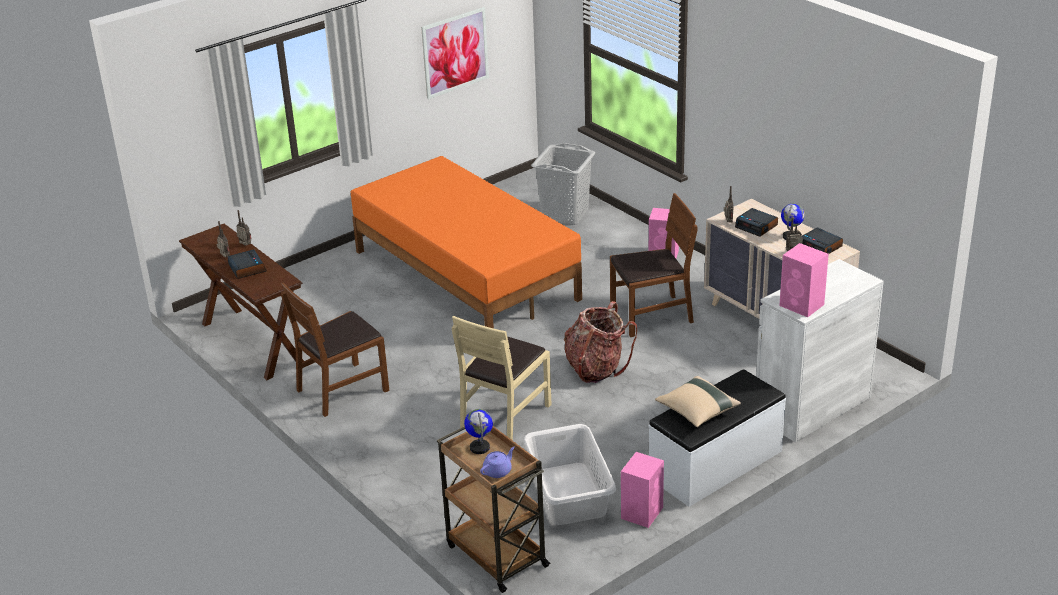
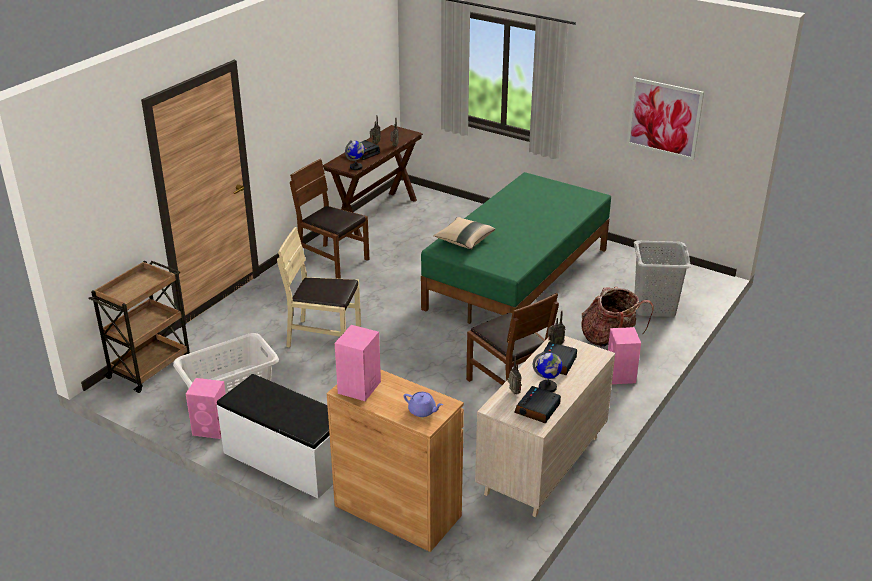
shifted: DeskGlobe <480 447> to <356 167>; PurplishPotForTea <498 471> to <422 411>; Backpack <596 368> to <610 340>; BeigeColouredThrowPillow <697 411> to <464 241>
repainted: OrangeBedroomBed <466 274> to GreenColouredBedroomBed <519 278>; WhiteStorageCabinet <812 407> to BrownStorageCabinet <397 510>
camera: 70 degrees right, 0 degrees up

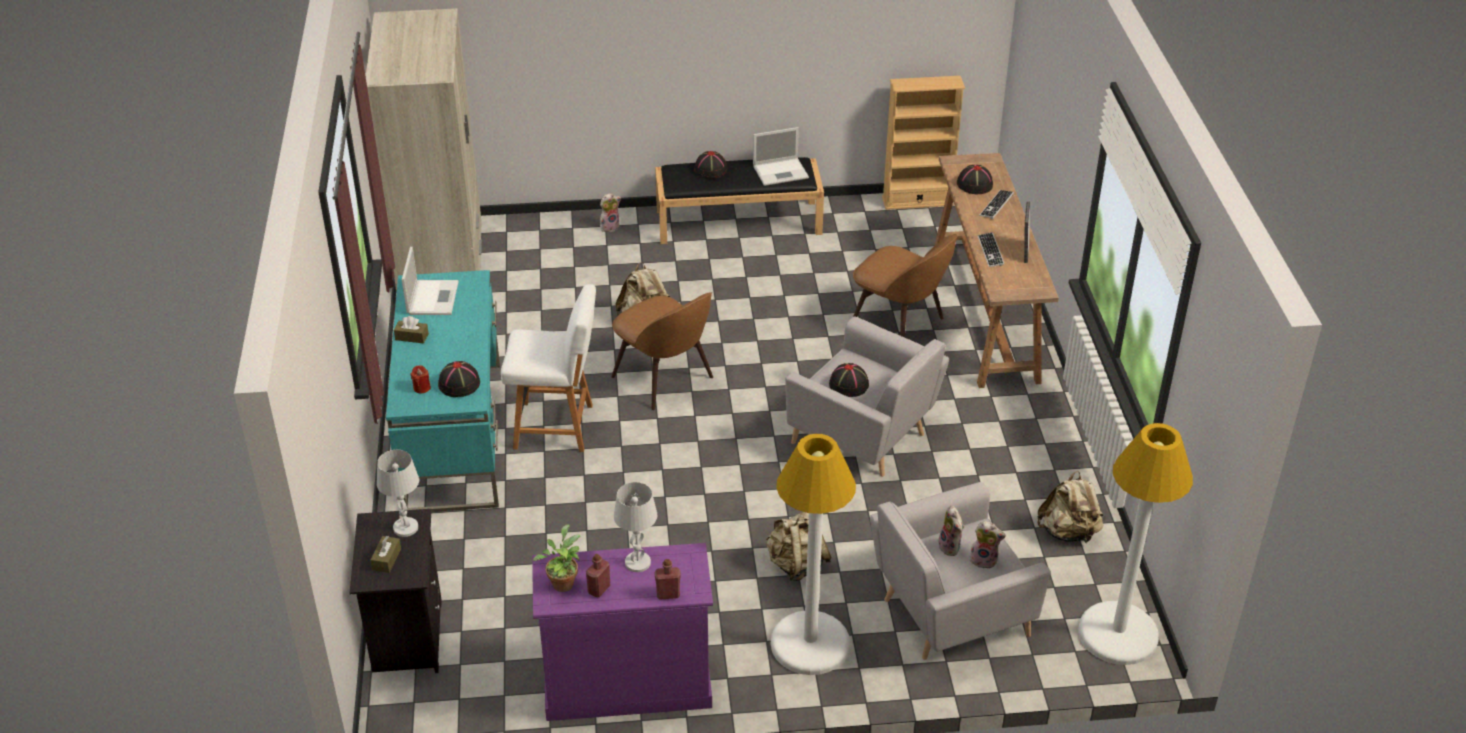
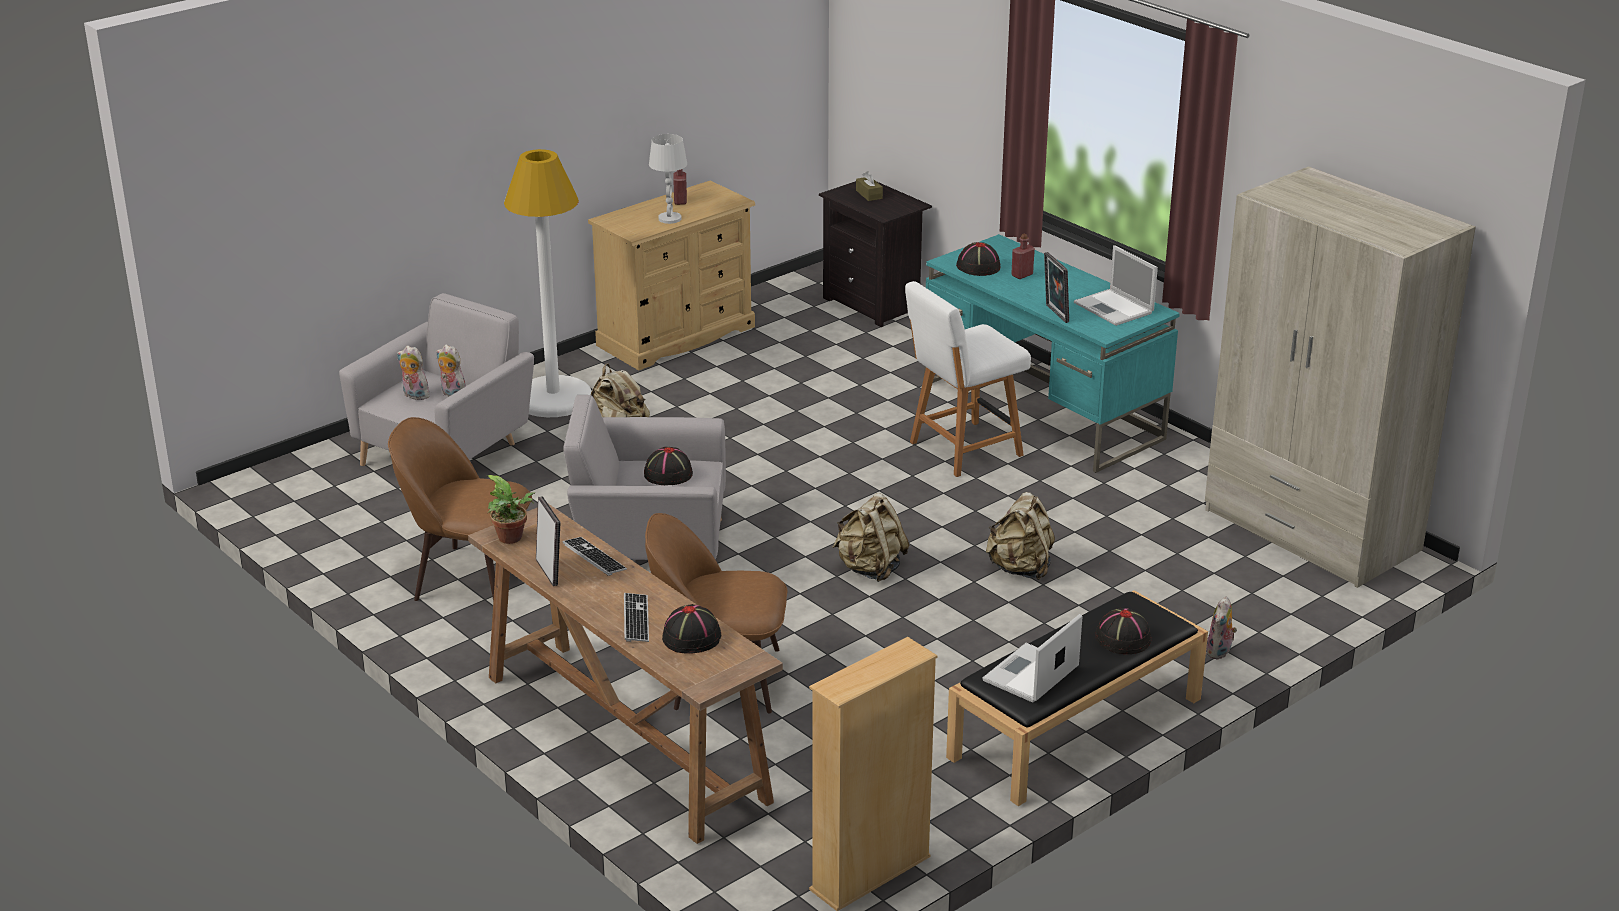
gone: WhiteTabletopLamp <406 528>; BrownTissueBox <411 337>; RedColouredCandle <422 388>; WhiteStandardLamp <1117 634>
new: PictureFrame <1054 314>
shifted: PlantInAPot <562 582> to <512 539>; BrownPlainChair <665 379> to <469 578>; RedColouredBeverageBottle <668 594> to <1022 275>; BeigeColouredBackpack <1068 532> to <870 569>
repainted: PurplishDrawerChest <627 683> to BeigeColouredDrawerChest <676 336>
rotated: CuddlyToy <984 560> = <414 395> 45 degrees clockwise
camera: 145 degrees right, 10 degrees down

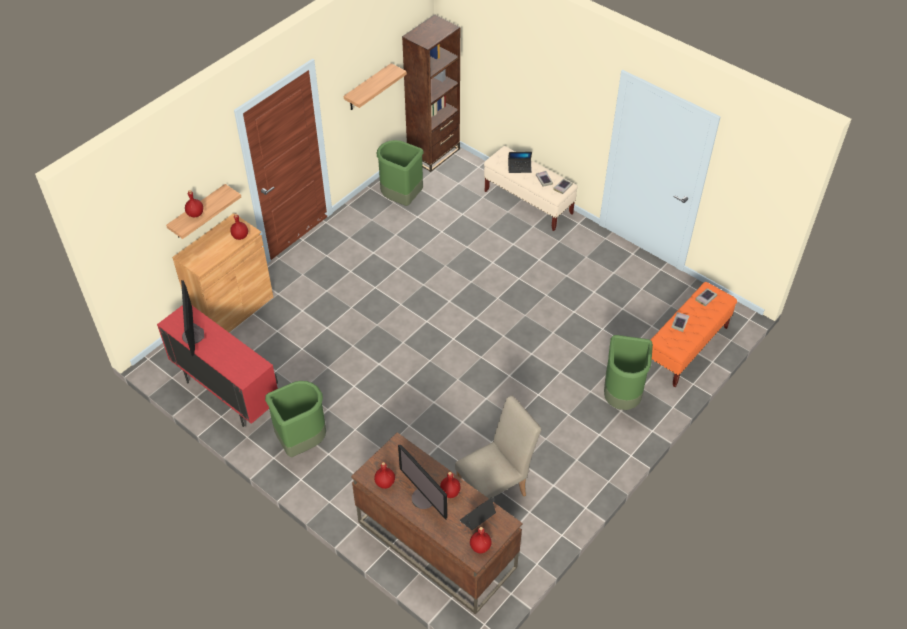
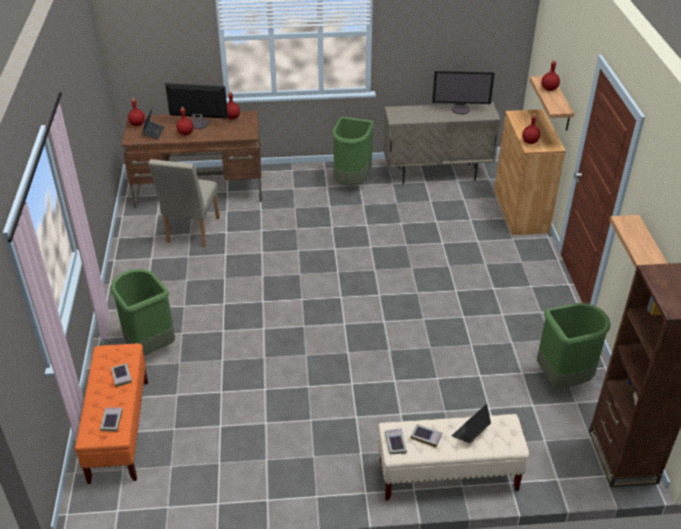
repainted: RedColouredStorageCabinet <227 393> to BeigeColouredStorageCabinet <437 174>
rotated: ComputerScreen <193 336> = <460 109> 150 degrees clockwise
camera: 135 degrees right, 10 degrees down

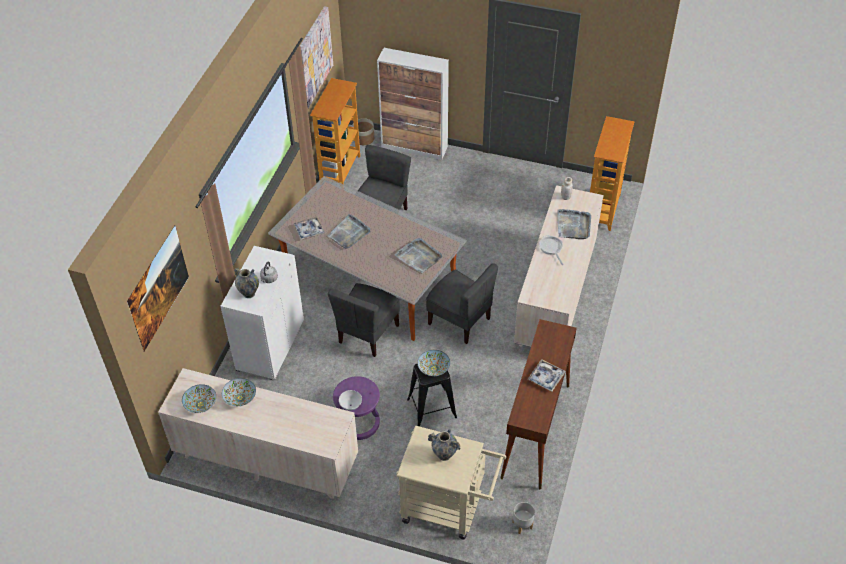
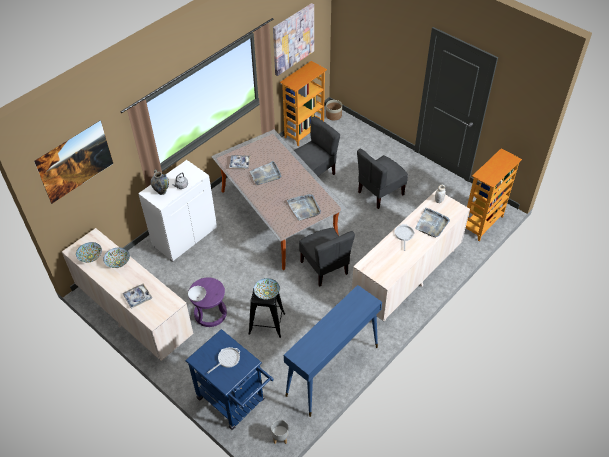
gone: StorageCabinet <414 147>
shifted: GreyPlainChair <367 334> to <380 193>; CarryingTray <546 377> to <137 297>
swapped: FlowerVase <444 455> to Skillet <227 359>
repainted: BeigeColouredTrolley <449 509> to BlueColouredTrolley <235 402>; BrownHallTable <535 431> to BlueColouredHallTable <332 371>
camera: 25 degrees right, 0 degrees up

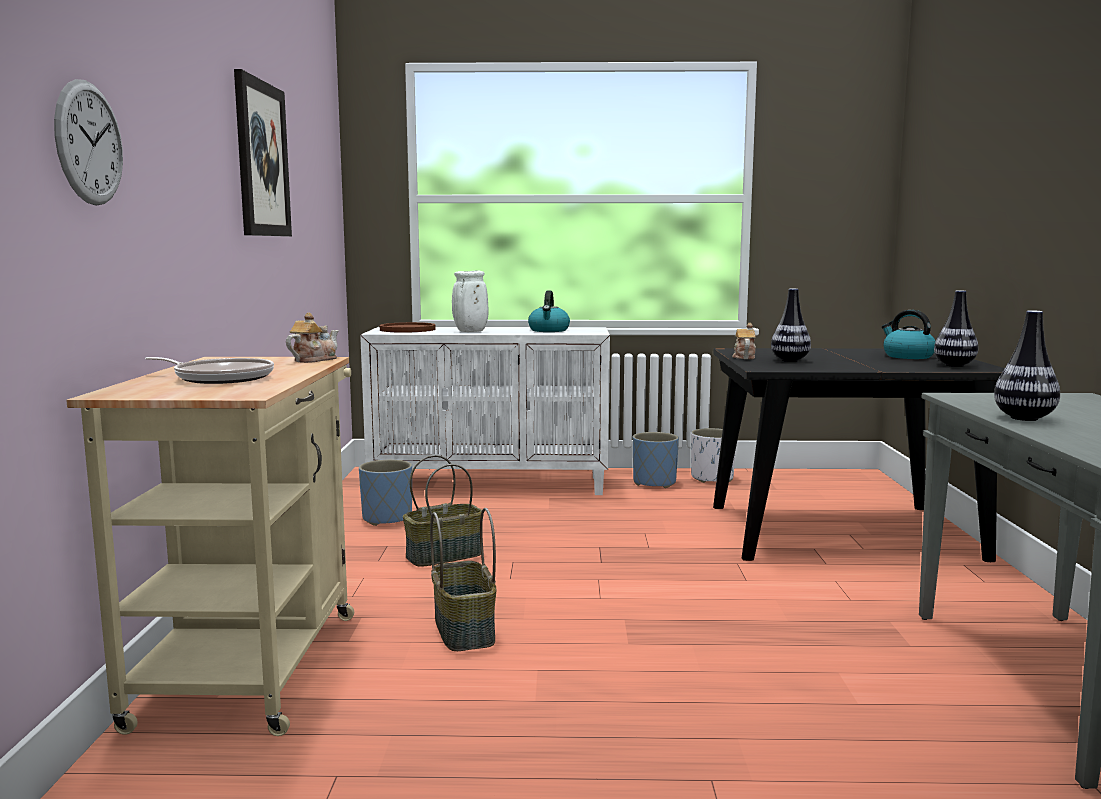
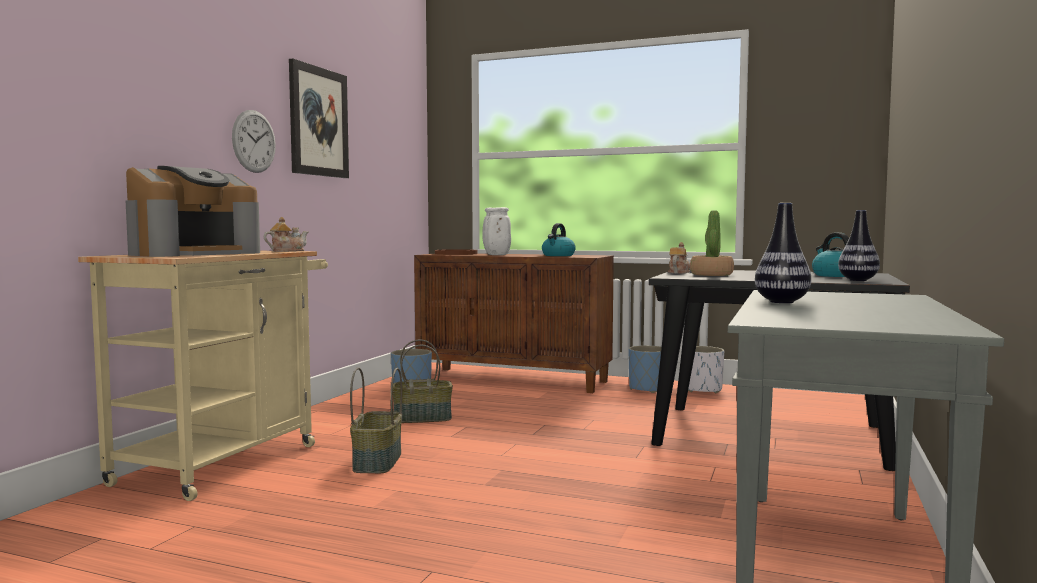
shifted: ClockOnTheWall <89 143> to <254 141>
swapped: Skillet <220 378> to CoffeeMachine <195 254>; FlowerVase <789 360> to PlantInAPot <711 274>
repainted: WhiteStorageCabinet <492 484> to BrownStorageCabinet <514 380>
camera: 20 degrees right, 5 degrees down

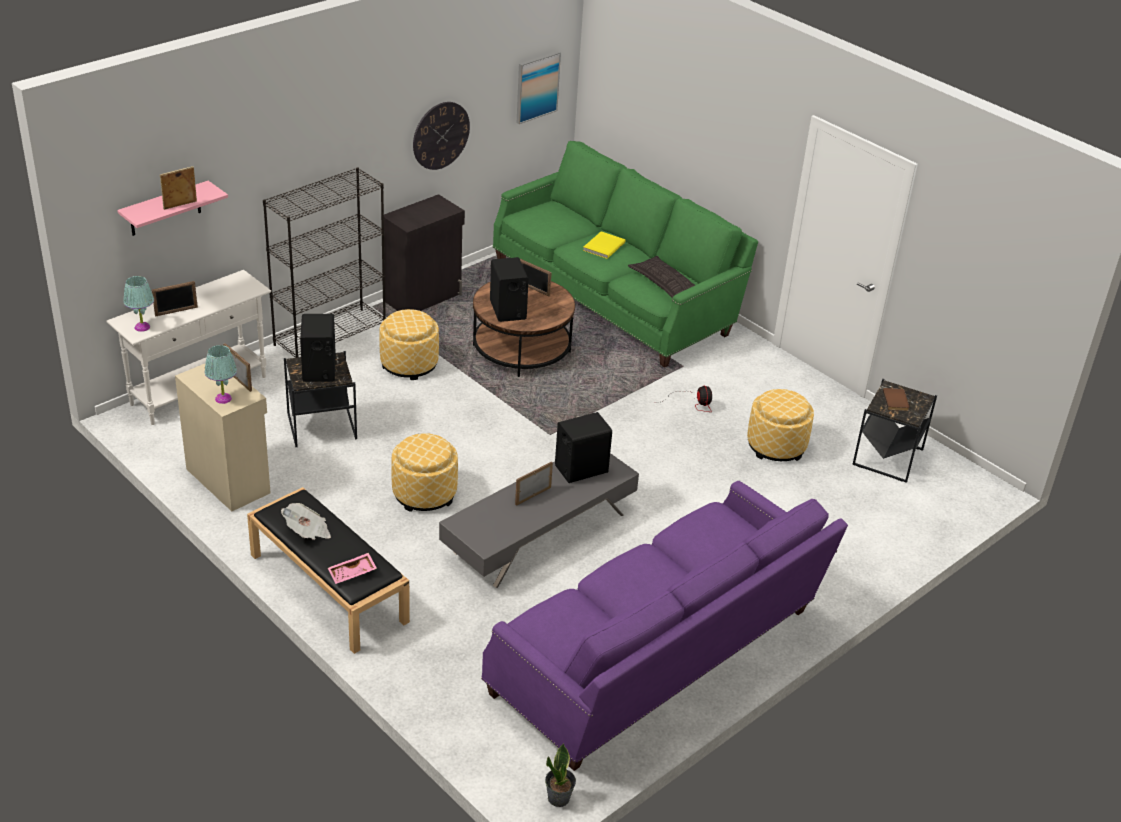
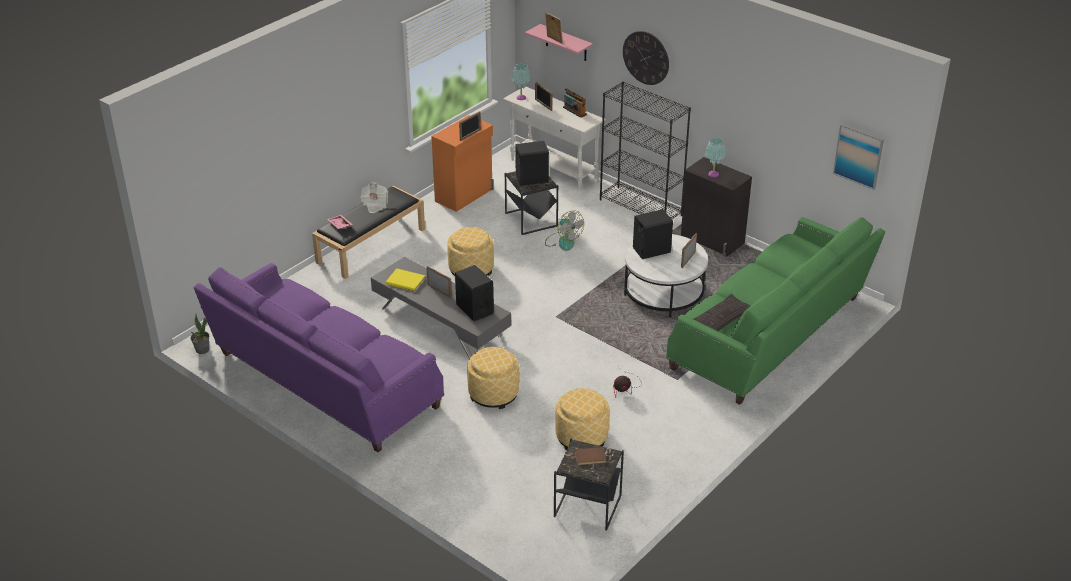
new: ElectricFan <563 241>; Radio <574 111>
shifted: BlueGreenTabletopLamp <223 399> to <713 174>; Footrest <409 364> to <493 393>; ClockOnTheWall <441 135> to <646 57>; YellowVolume <603 246> to <406 281>
repainted: BeigeColouredStorageCabinet <229 480> to OrangeStorageCabinet <465 195>; BrownLoungeTable <522 349> to WhiteLoungeTable <663 293>
camera: 85 degrees right, 0 degrees up

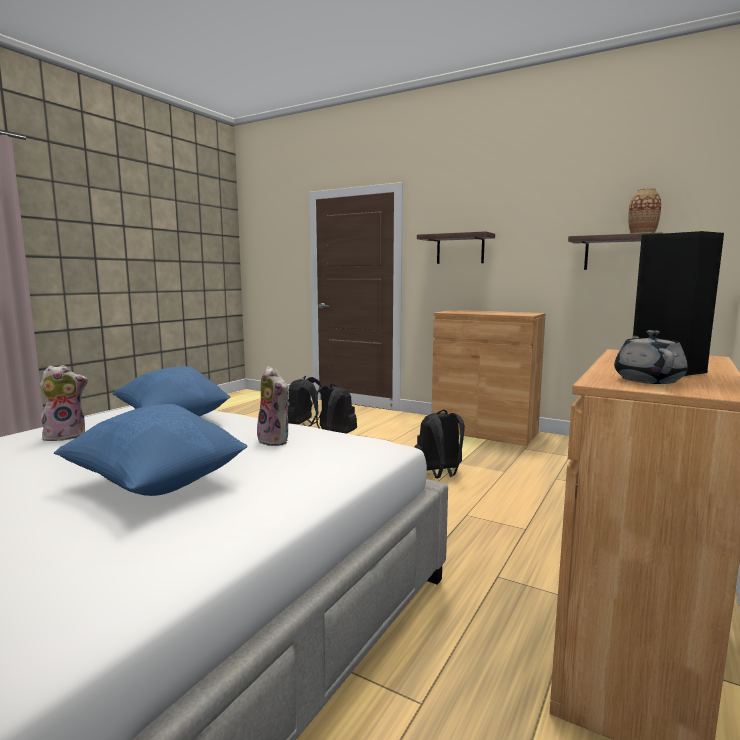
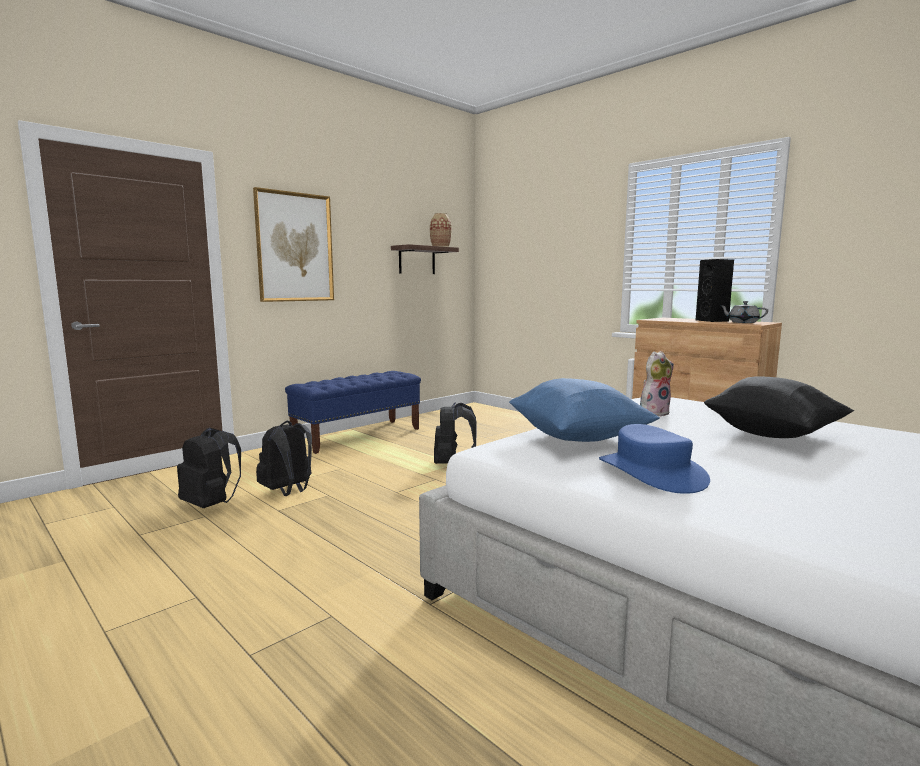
swapped: CuddlyToy <66 436> to BlueColouredHat <651 472>; WallShelf <460 249> to WallArt <295 247>; BrownStorageCabinet <484 431> to BlueColouredIndoorBench <358 436>
repainted: BlueColouredThrowPillow <156 483> to BlackThrowPillow <774 435>
camera: 75 degrees left, 0 degrees up

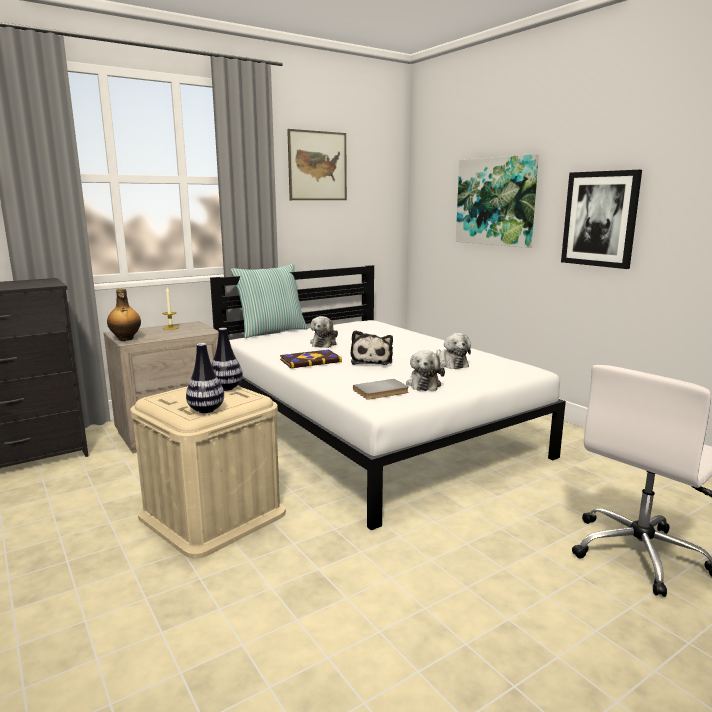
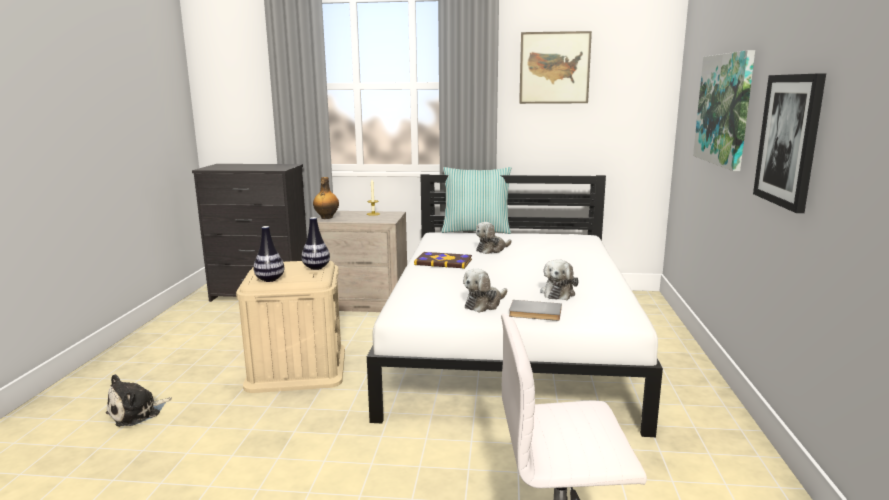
shifted: CuddlyToy <372 361> to <137 413>; GreyVolume <381 392> to <535 313>
camera: 40 degrees right, 0 degrees up

